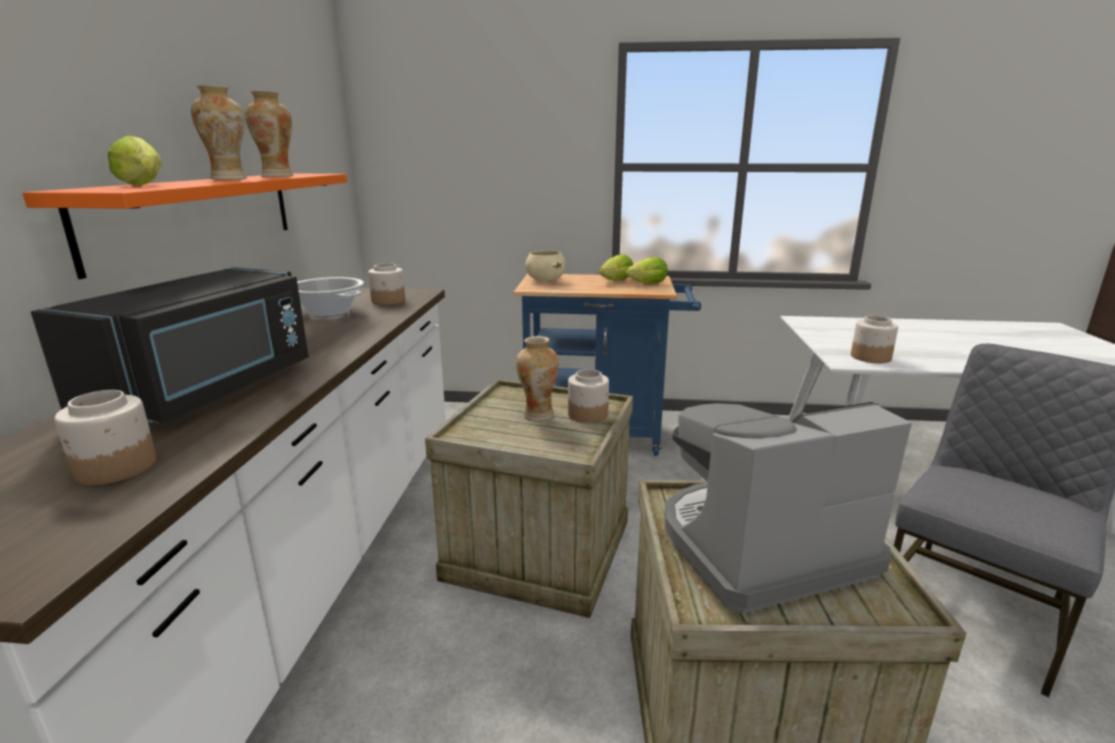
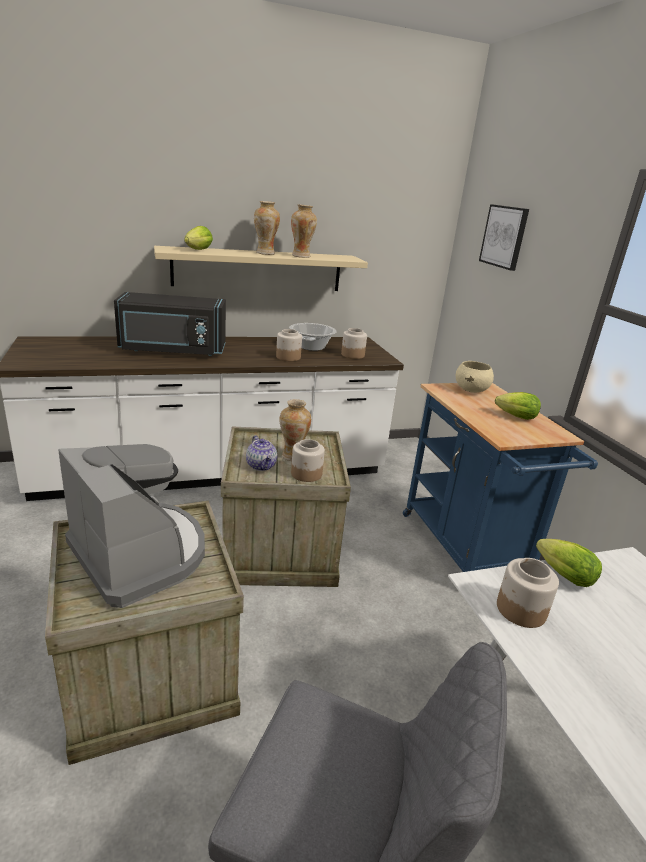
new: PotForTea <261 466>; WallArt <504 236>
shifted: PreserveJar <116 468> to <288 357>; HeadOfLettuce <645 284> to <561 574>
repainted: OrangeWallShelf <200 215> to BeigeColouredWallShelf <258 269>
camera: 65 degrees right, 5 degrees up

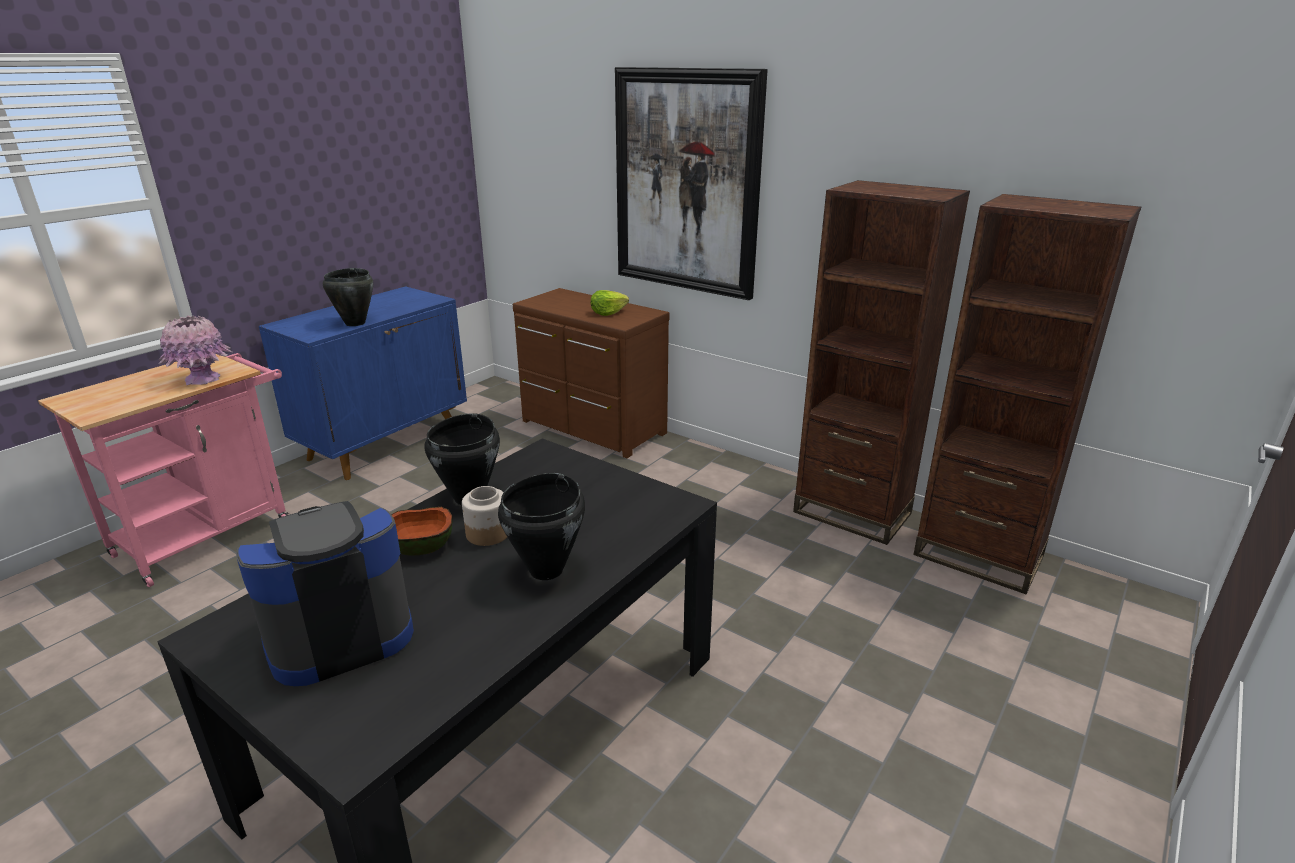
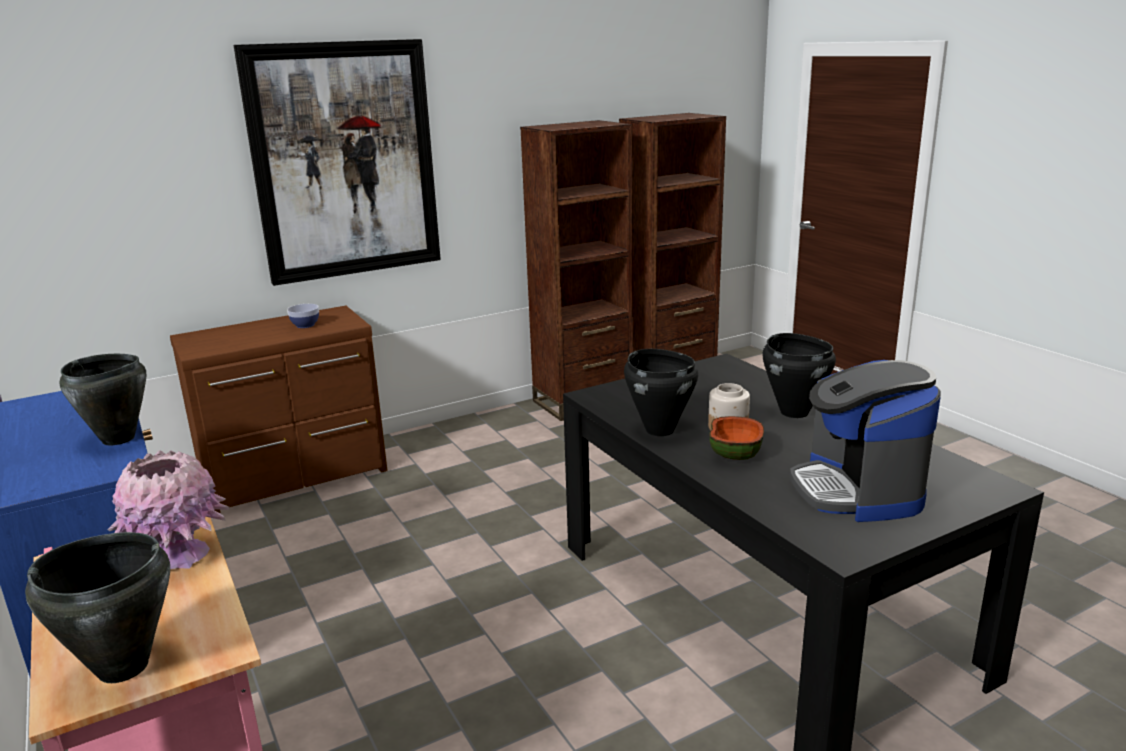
new: BlackCookingPot <122 667>
swapped: HeadOfLettuce <608 313> to Bowl <305 325>
camera: 65 degrees left, 5 degrees down

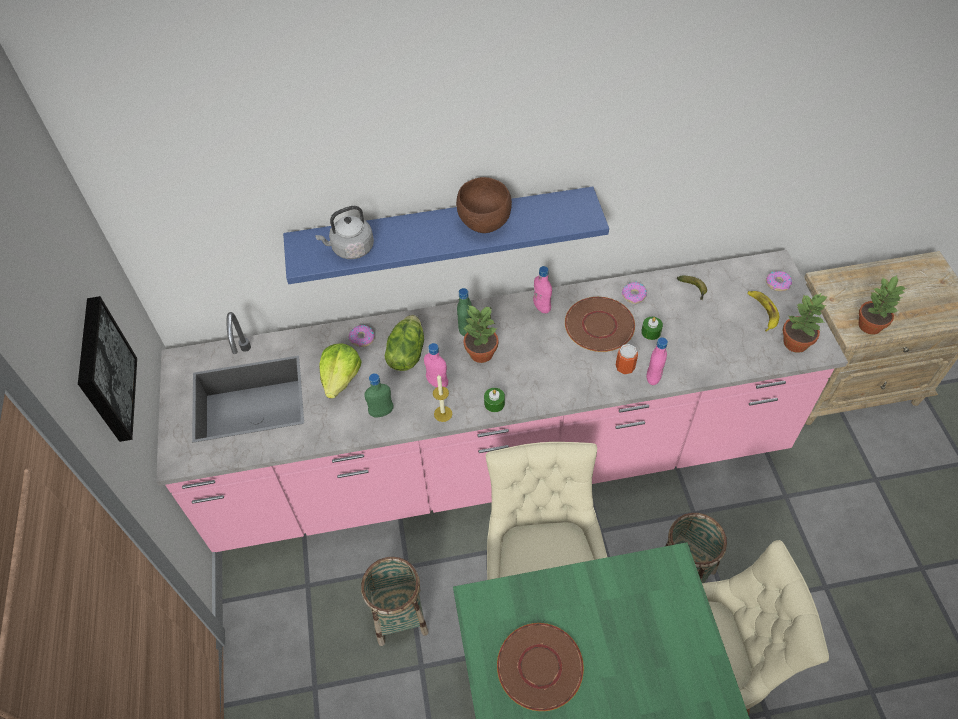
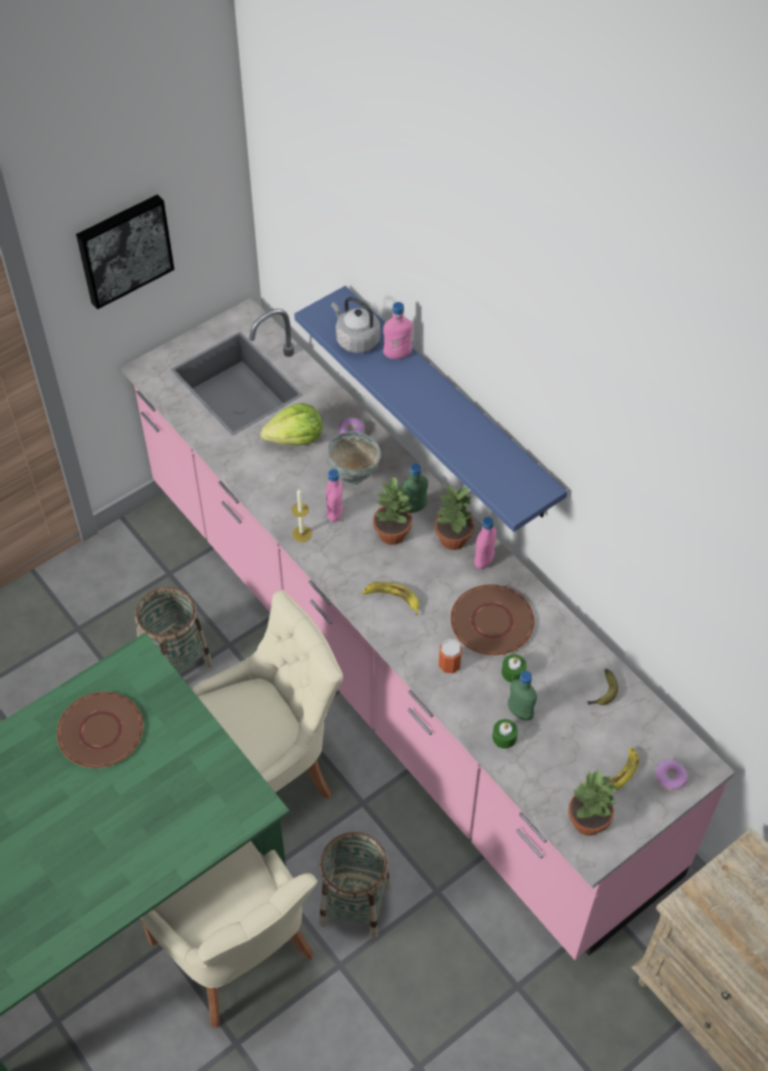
gone: BrownBowl <484 222>; Doughnut <634 295>
new: WholeBanana <392 599>
shifted: GreenColouredBeverageBottle <381 412> to <520 712>; GreenColouredCandle <494 403> to <504 737>; PinkColouredBeverageBottle <653 377> to <397 355>; PlantInAPot <870 325> to <453 539>
swapped: HeadOfLettuce <406 354> to GreyBowl <354 474>
camera: 60 degrees right, 0 degrees up

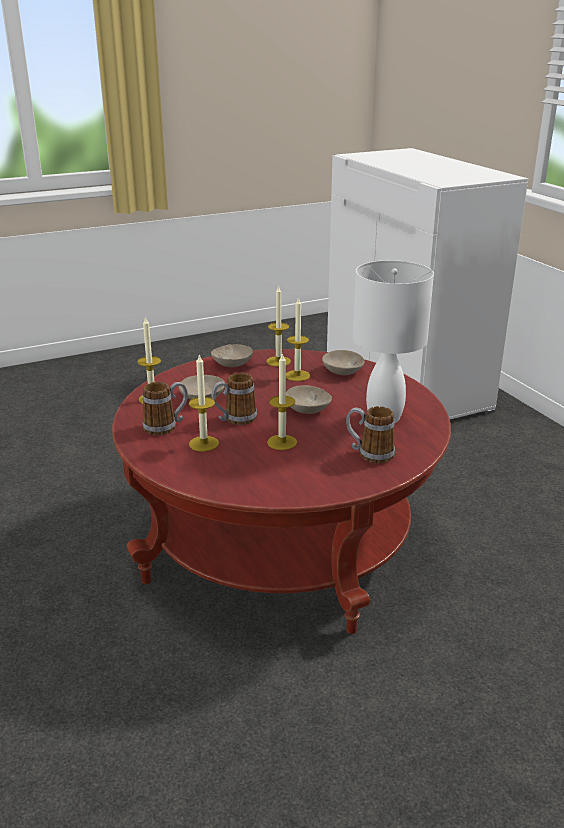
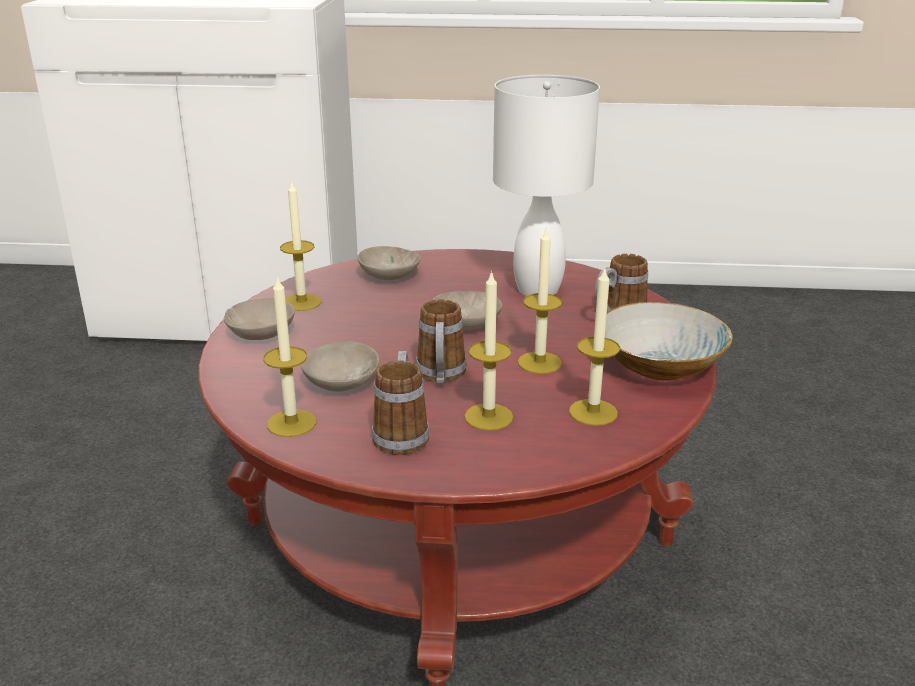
new: Bowl <659 367>
shifted: Candle <297 375> to <593 412>
camera: 60 degrees left, 0 degrees up

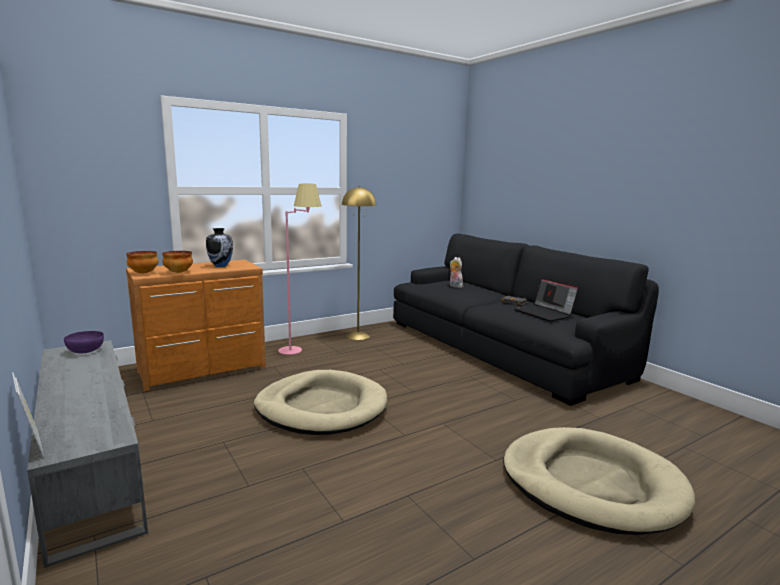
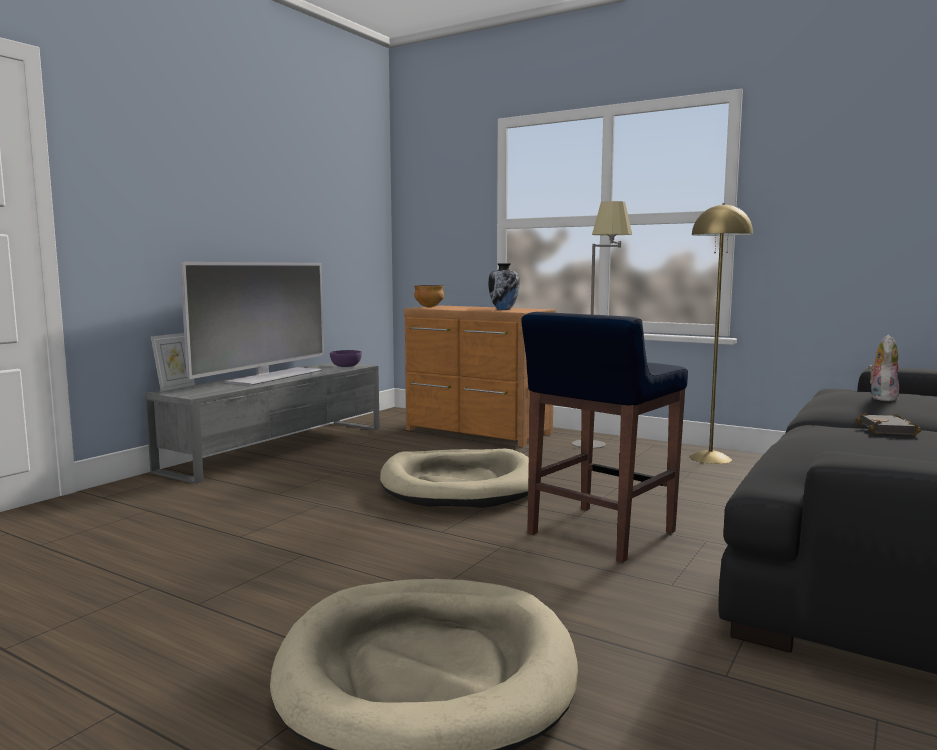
gone: Bowl <179 272>; Laptop <545 313>
new: Tv <273 376>; BlueColouredStoolSeat <599 534>
repainted: PinkColouredStandardLamp <301 350> to GreyStandardLamp <598 447>
camera: 65 degrees right, 5 degrees down

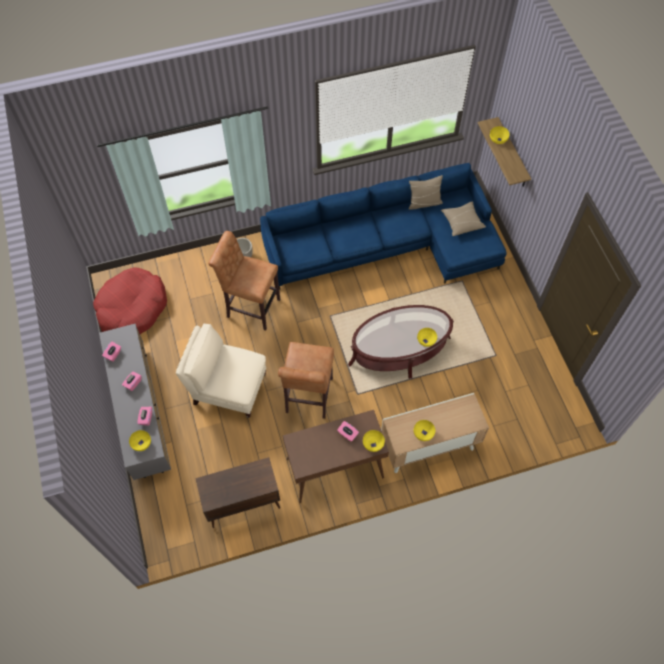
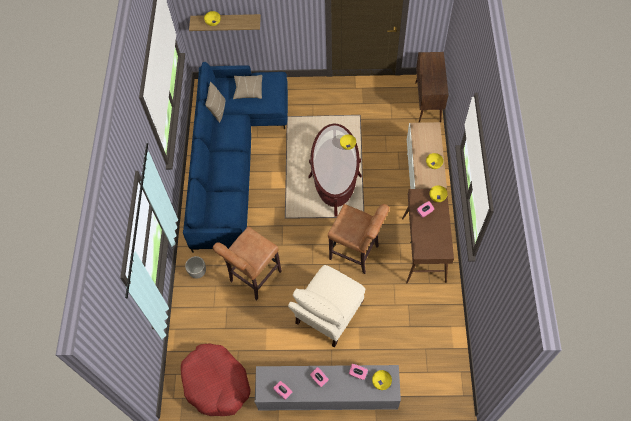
shifted: BrownStorageCabinet <242 504> to <428 102>
camera: 70 degrees left, 0 degrees up

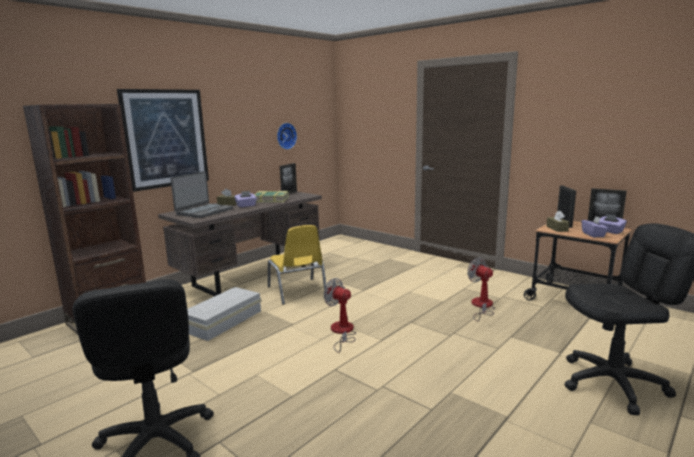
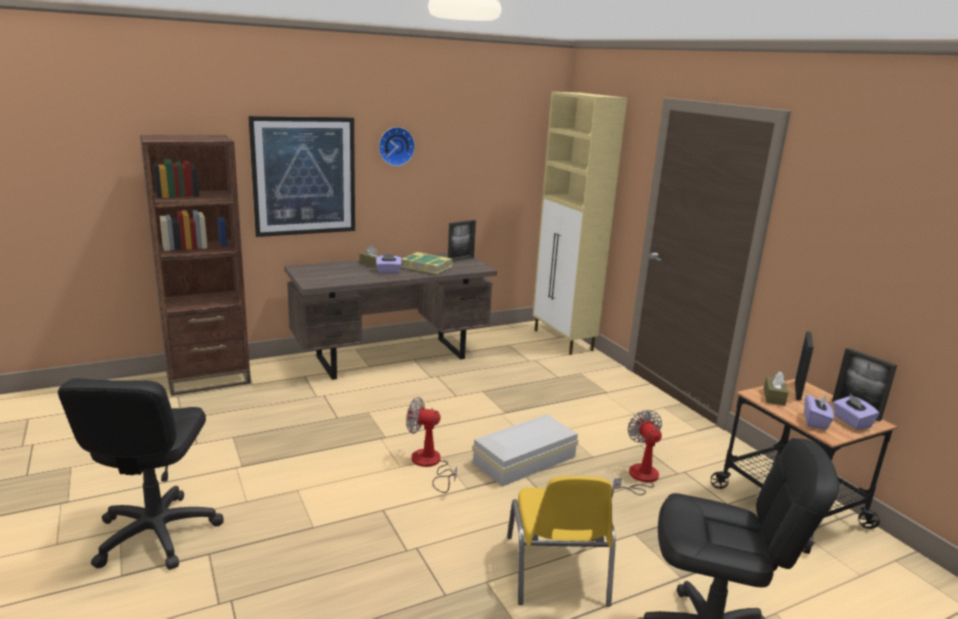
gone: Laptop <204 211>
new: BeigeColouredStorageCabinet <563 341>
shifted: WhiteStorageBox <225 321> to <526 460>; YellowPlainChair <297 292> to <557 571>; ClockOnTheWall <285 136> to <395 146>
rotated: ElectricFan <342 332> = <430 464> 45 degrees counterclockwise
camera: 20 degrees right, 5 degrees up

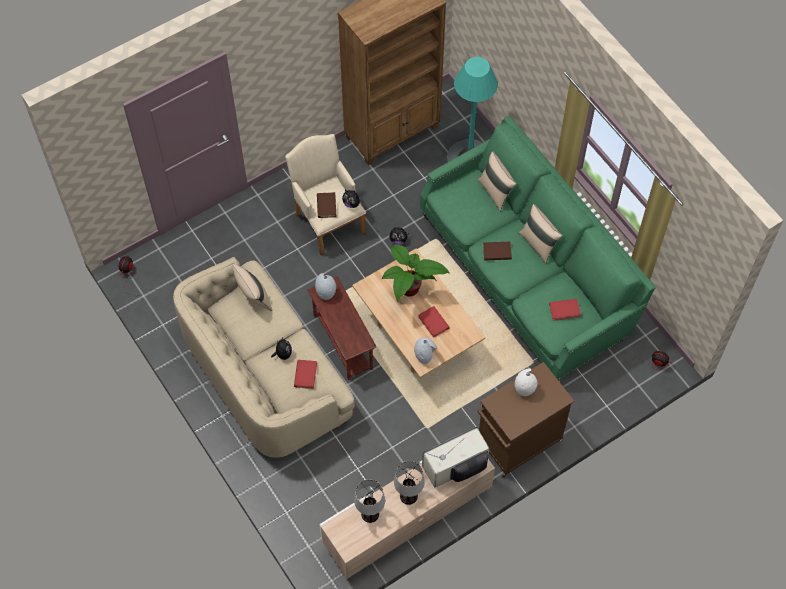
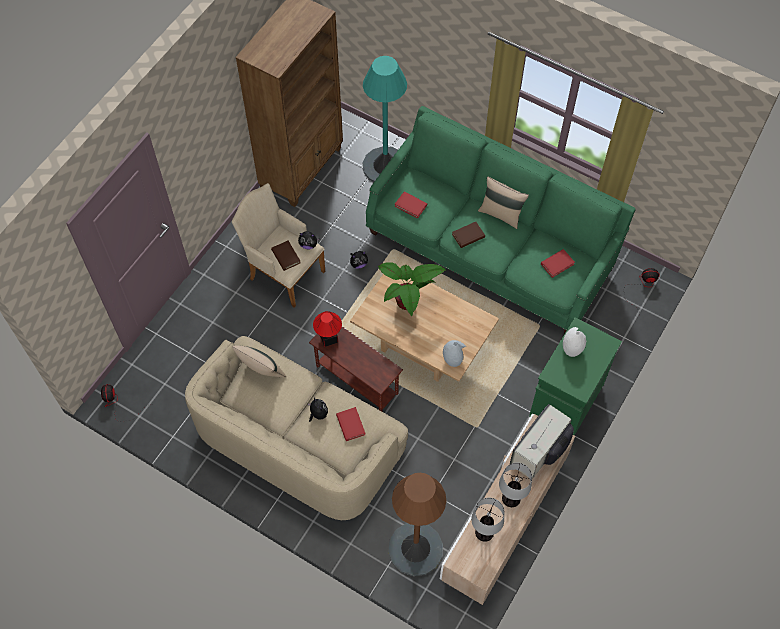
gone: BeigeColouredThrowPillow <495 192>
new: BrownStandardLamp <415 549>
shifted: RedColouredVolume <433 322> to <410 205>
swapped: GreyFlowerVase <325 293> to TabletopLamp <329 339>
repainted: BrownStorageCabinet <517 442> to GreenColouredStorageCabinet <564 404>
camera: 25 degrees left, 0 degrees up

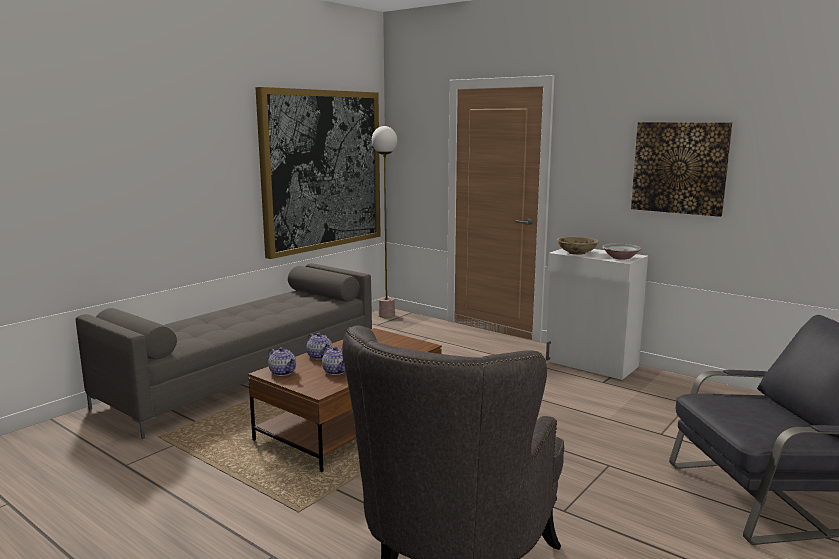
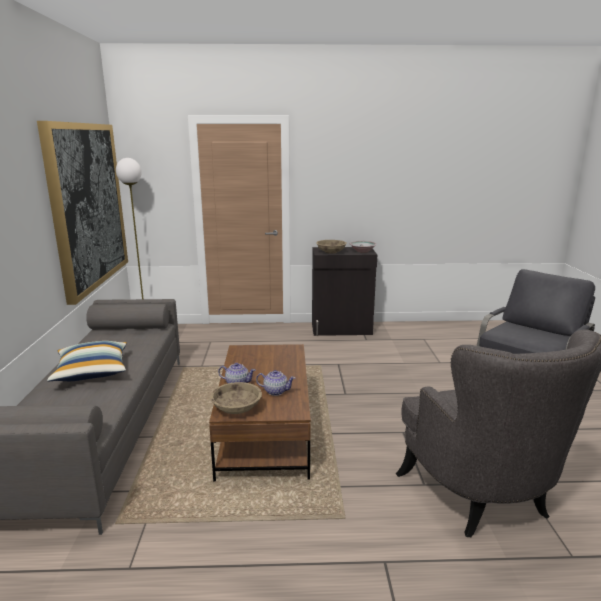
gone: WallArt <679 168>
new: ThrowPillow <92 371>
swapped: PotForTea <282 372> to BeigeColouredBowl <236 408>
repainted: WhiteStorageCabinet <591 364> to BlackStorageCabinet <342 329>
camera: 40 degrees left, 5 degrees up

